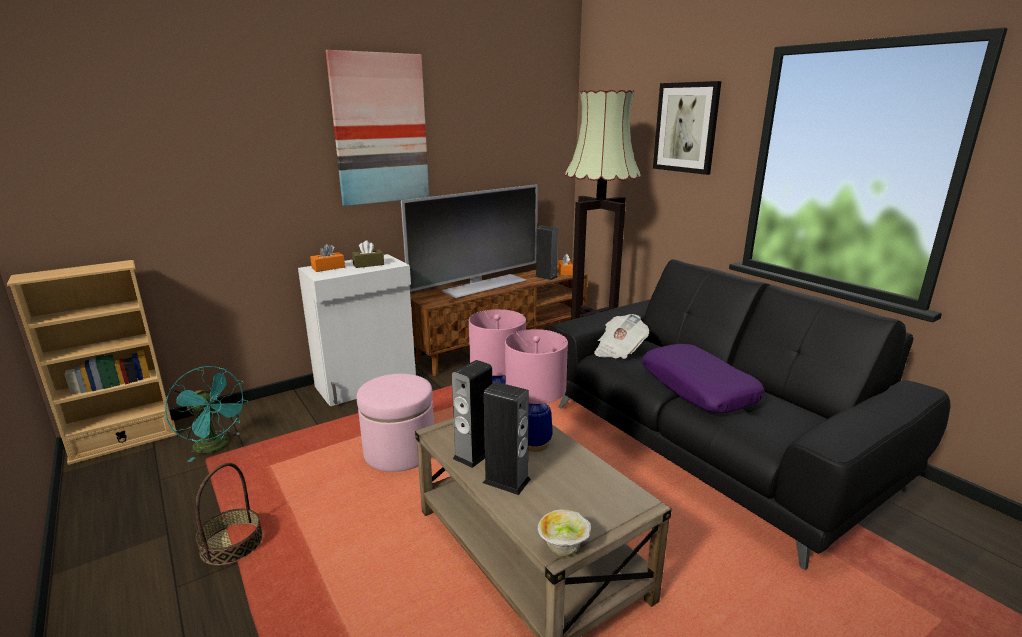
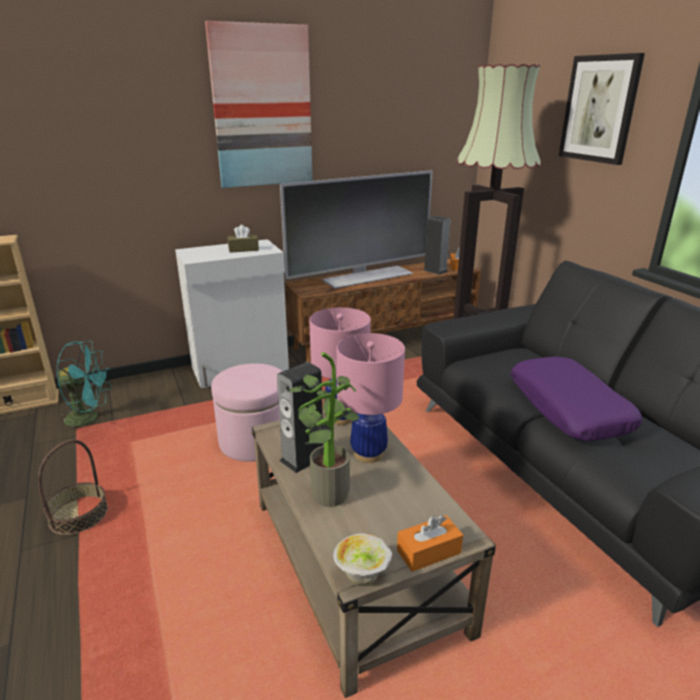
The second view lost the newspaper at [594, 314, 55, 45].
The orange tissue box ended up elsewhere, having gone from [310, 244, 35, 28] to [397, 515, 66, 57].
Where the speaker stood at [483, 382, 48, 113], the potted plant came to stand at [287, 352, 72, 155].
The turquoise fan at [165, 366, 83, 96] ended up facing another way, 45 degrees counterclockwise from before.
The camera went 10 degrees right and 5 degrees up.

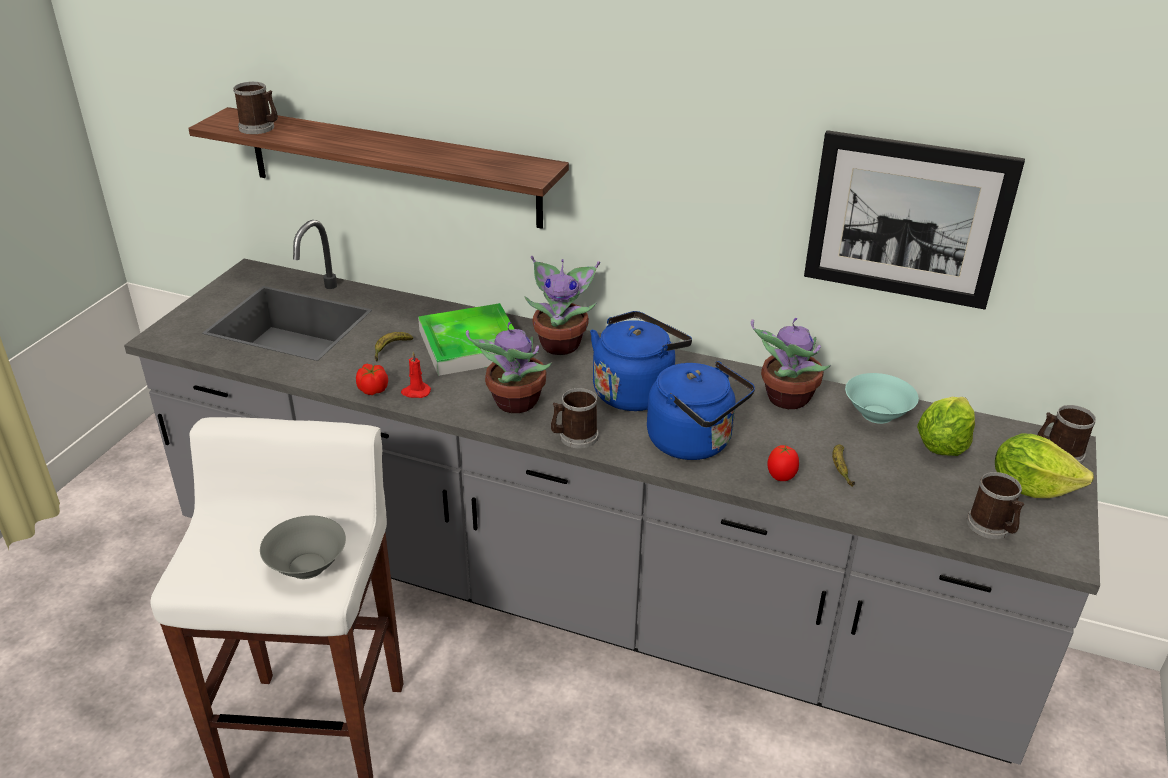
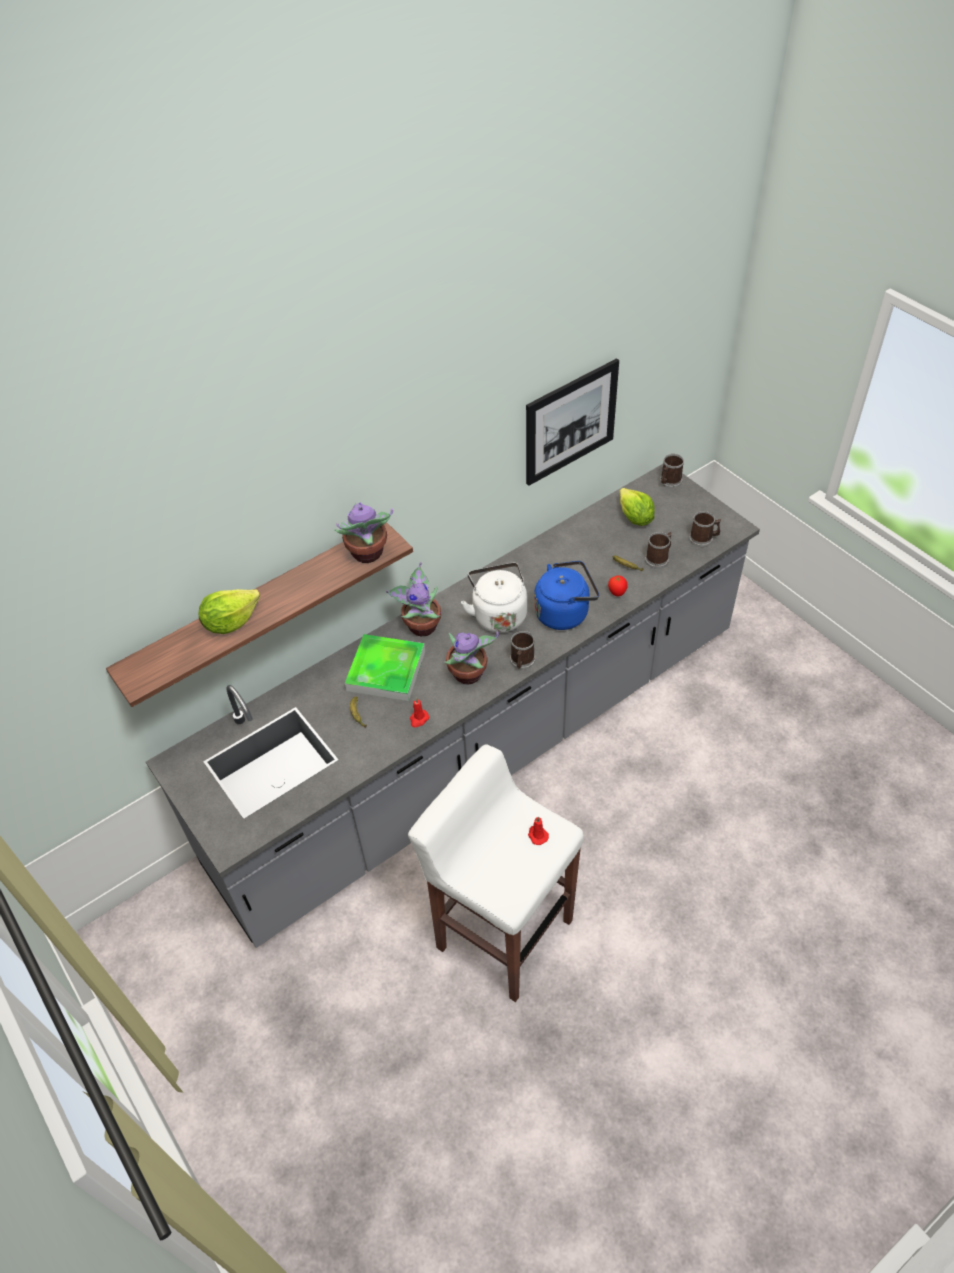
The second view lost the tomato at [356, 364, 32, 31].
The second view lost the turquoise bowl at [845, 373, 74, 51].
The mug ended up elsewhere, having gone from [233, 82, 45, 52] to [645, 532, 27, 37].
The potted plant ended up elsewhere, having gone from [751, 318, 80, 91] to [334, 502, 59, 61].
The lettuce ended up elsewhere, having gone from [995, 433, 99, 65] to [199, 589, 62, 45].
Where the grey bowl stood at [260, 516, 86, 63], the red candle came to stand at [528, 817, 21, 28].
What was the blue kettle at [590, 311, 102, 100] turned into the white kettle at [461, 563, 66, 70].
The camera went 55 degrees left and 15 degrees up.

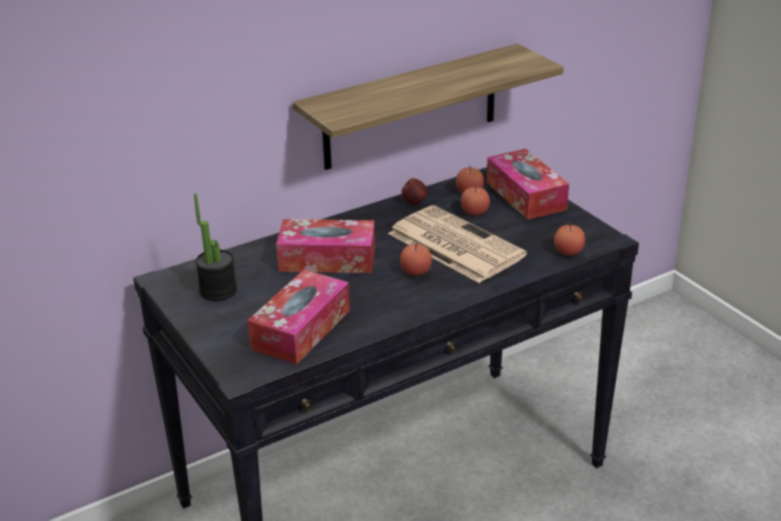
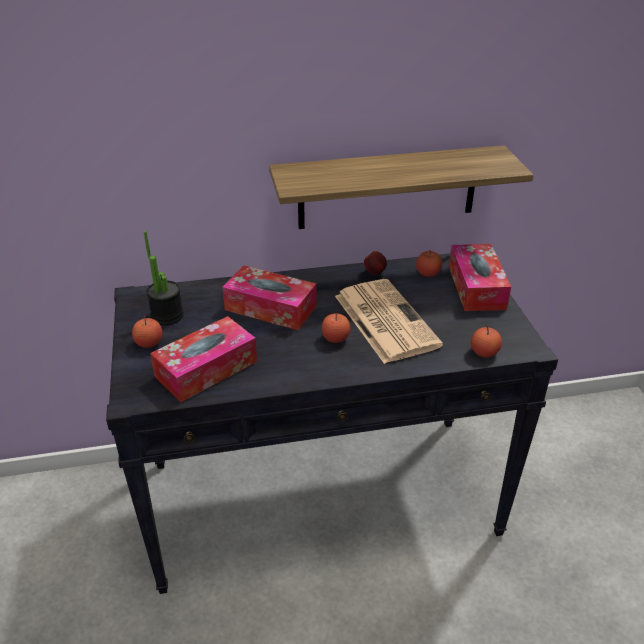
The apple ended up elsewhere, having gone from [461, 182, 29, 34] to [132, 315, 30, 33].
The camera went 20 degrees right and 5 degrees up.

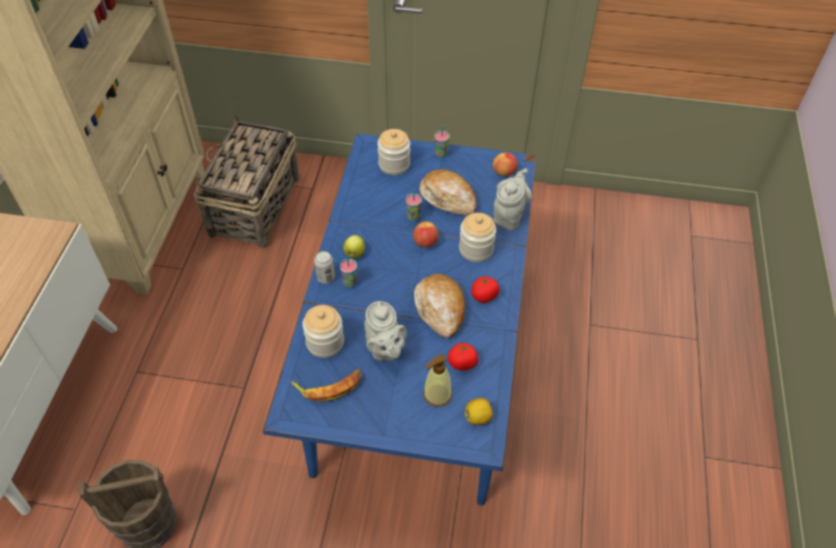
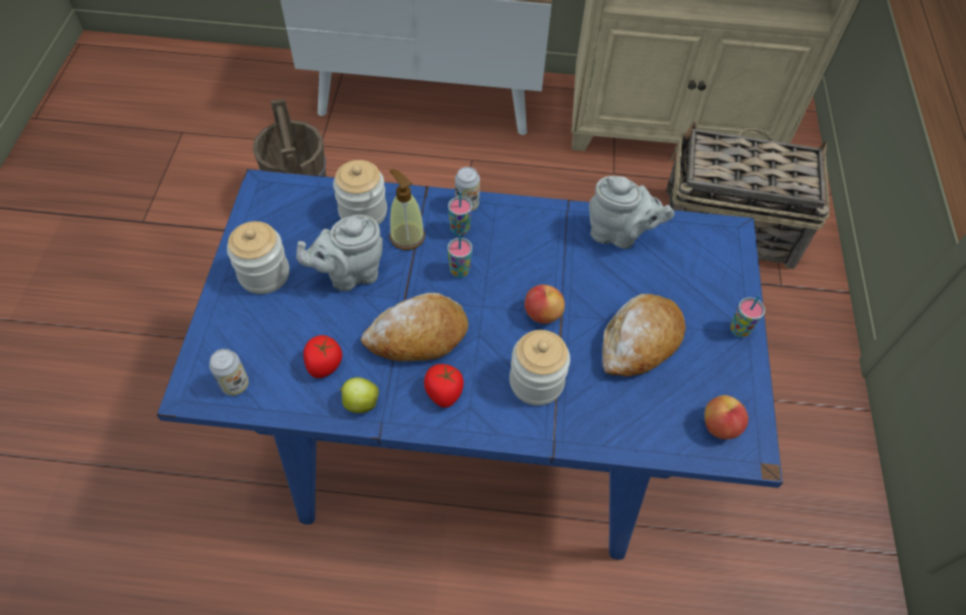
The second view lost the banana at [291, 369, 70, 33].
The apple ended up elsewhere, having gone from [343, 235, 22, 23] to [339, 377, 40, 36].
The jar ended up elsewhere, having gone from [377, 129, 33, 46] to [227, 221, 62, 73].
The cup ended up elsewhere, having gone from [406, 190, 16, 31] to [448, 234, 24, 44].
The soap dispenser ended up elsewhere, having gone from [423, 354, 29, 53] to [390, 169, 35, 81].
The grey teapot ended up elsewhere, having gone from [494, 168, 38, 62] to [589, 176, 86, 73].
Where the lemon stood at [465, 398, 28, 27], the can came to stand at [209, 349, 40, 47].
The camera went 85 degrees right and 5 degrees up.

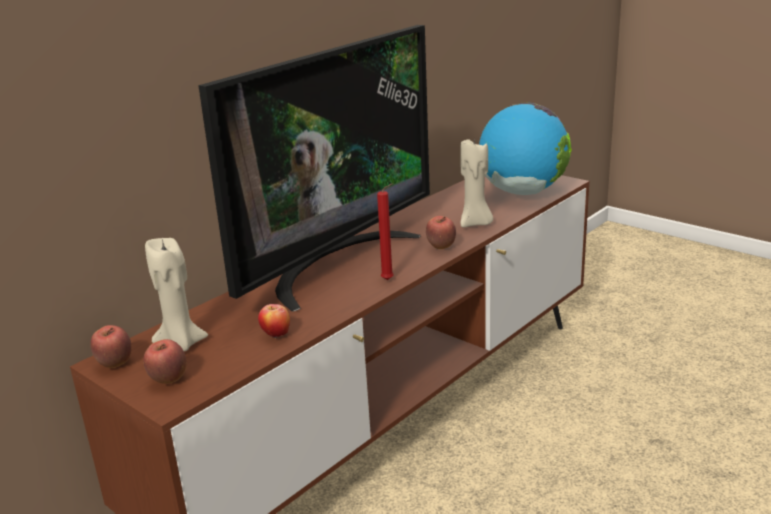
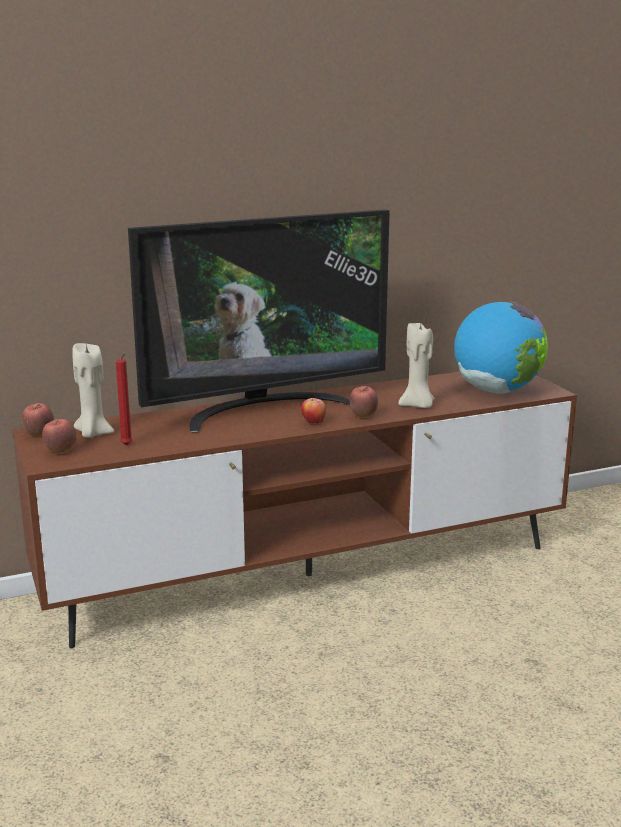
The apple ended up elsewhere, having gone from [258, 304, 32, 34] to [301, 398, 25, 27].
The red candle ended up elsewhere, having gone from [377, 184, 17, 96] to [116, 353, 17, 92].
The camera went 25 degrees right and 5 degrees down.

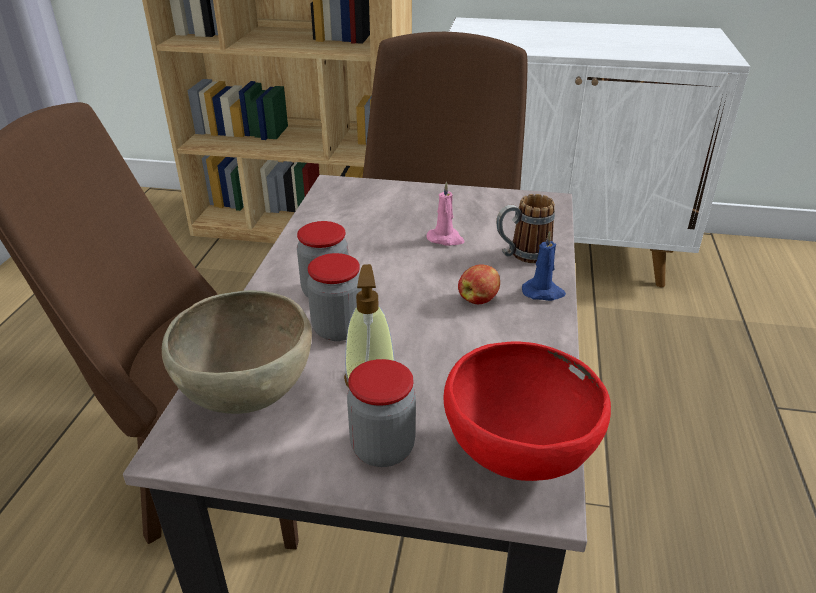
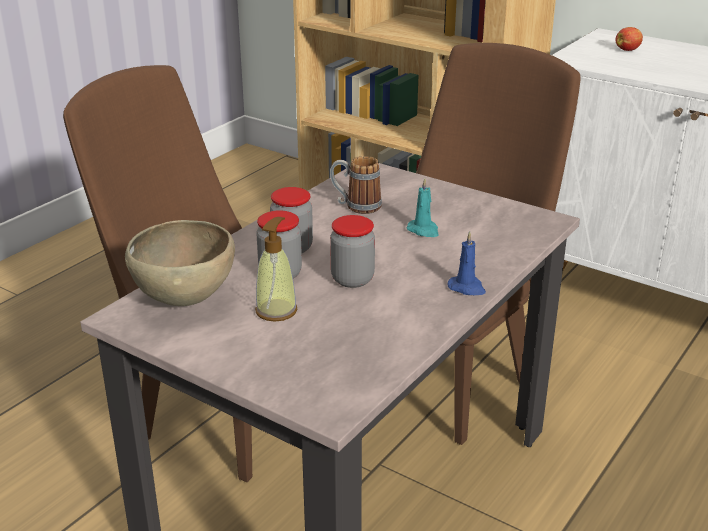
The second view lost the red bowl at [443, 341, 168, 140].
The jar ended up elsewhere, having gone from [347, 359, 69, 108] to [330, 215, 45, 73].
The apple ended up elsewhere, having gone from [458, 264, 42, 40] to [616, 27, 27, 24].
The mug ended up elsewhere, having gone from [496, 194, 59, 69] to [330, 156, 52, 58].
What was the pink candle at [426, 181, 39, 65] turned into the turquoise candle at [407, 178, 32, 59].
The camera went 25 degrees right and 5 degrees down.

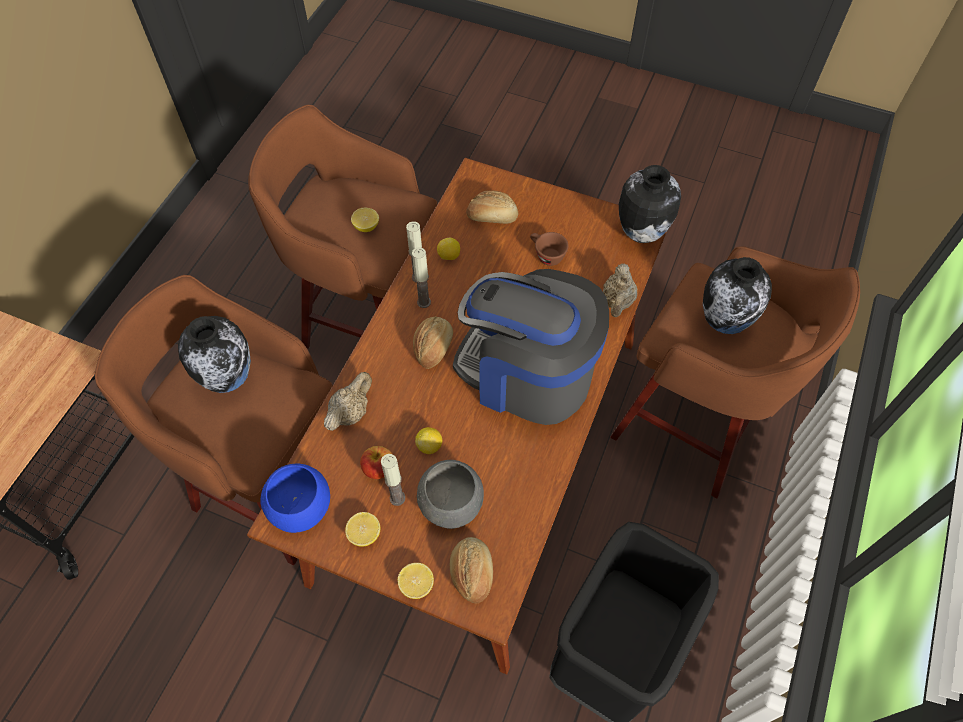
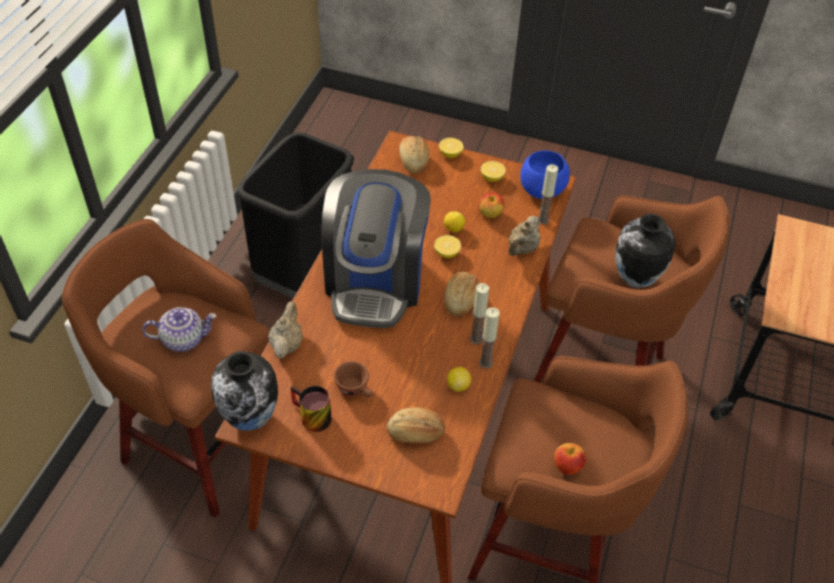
The second view lost the grey bowl at [417, 460, 67, 69].
The second view gained the mug at [291, 386, 41, 46].
The second view gained the apple at [554, 443, 32, 32].
The lemon ended up elsewhere, having gone from [351, 208, 28, 24] to [434, 235, 27, 23].
The candle ended up elsewhere, having gone from [381, 454, 24, 52] to [538, 164, 20, 61].
Where the vase stood at [703, 257, 69, 77], the teapot came to stand at [142, 307, 74, 45].
The coffee machine at [453, 269, 156, 156] ended up facing another way, 75 degrees clockwise from before.
The camera went 175 degrees right and 10 degrees down.

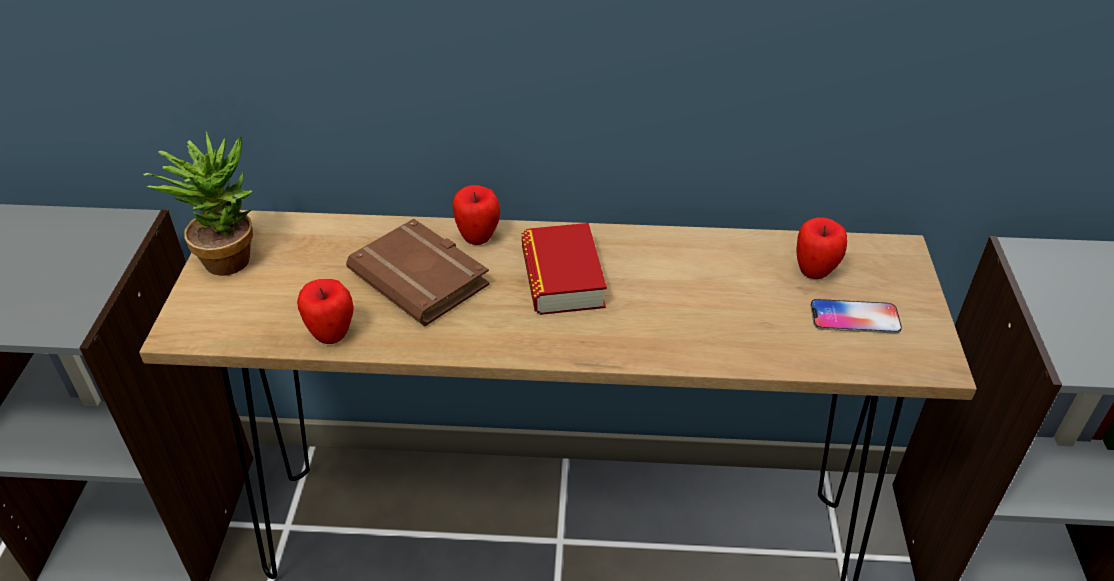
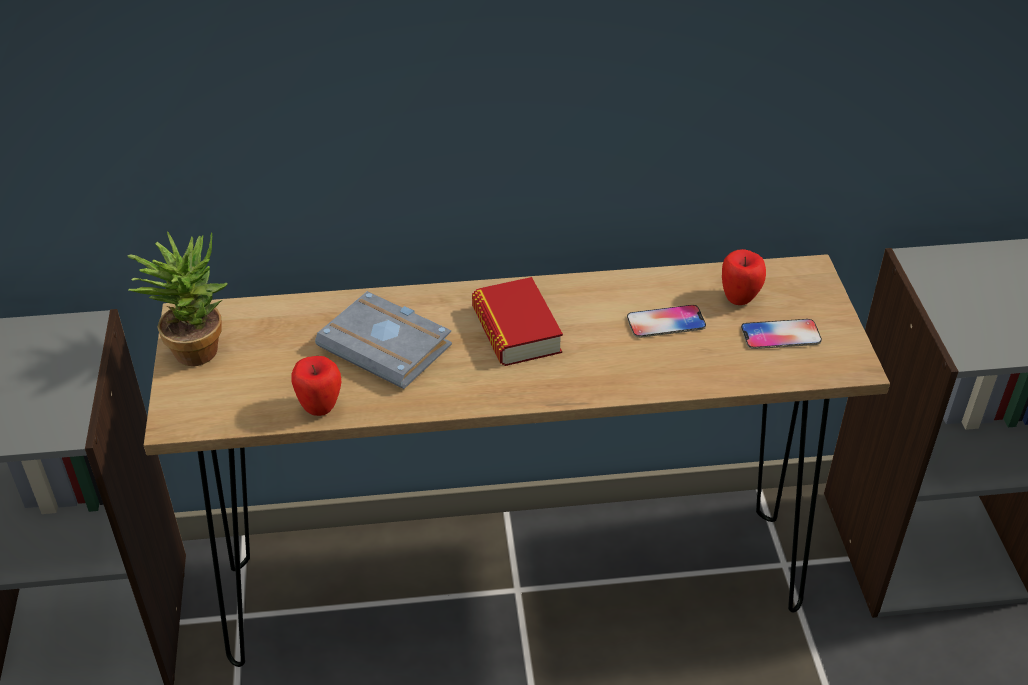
The second view lost the apple at [452, 185, 48, 60].
The second view gained the phone at [627, 305, 79, 33].
What was the brown book at [346, 219, 144, 107] turned into the grey book at [315, 291, 137, 98].
The camera went 10 degrees left and 0 degrees up.

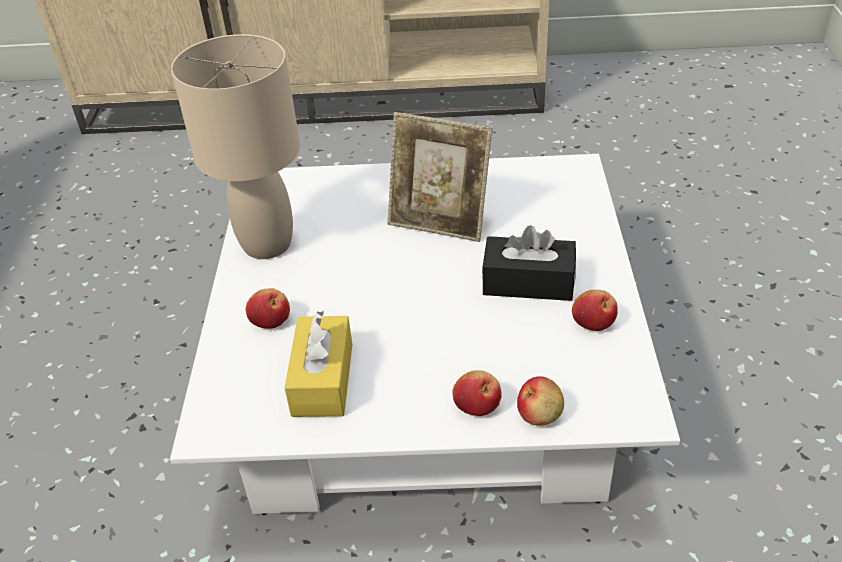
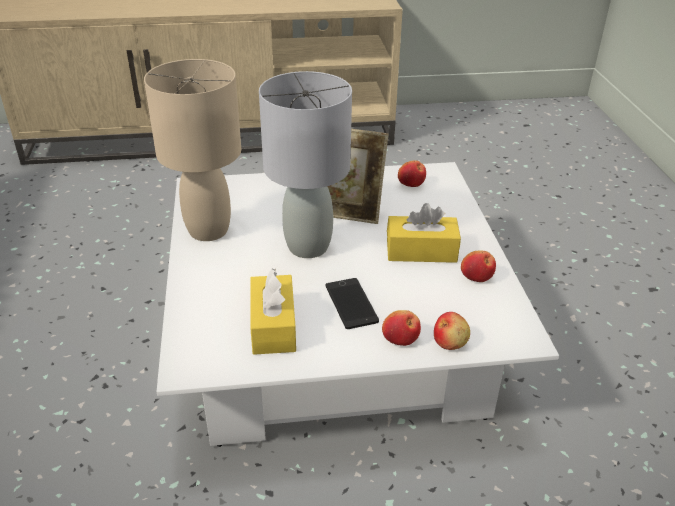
The second view gained the grey table lamp at [259, 71, 93, 187].
The second view gained the phone at [325, 278, 54, 51].
The apple ended up elsewhere, having gone from [246, 288, 44, 40] to [398, 161, 28, 26].
What was the black tissue box at [482, 225, 94, 76] turned into the yellow tissue box at [387, 203, 74, 60].
The camera went 10 degrees left and 5 degrees down.

